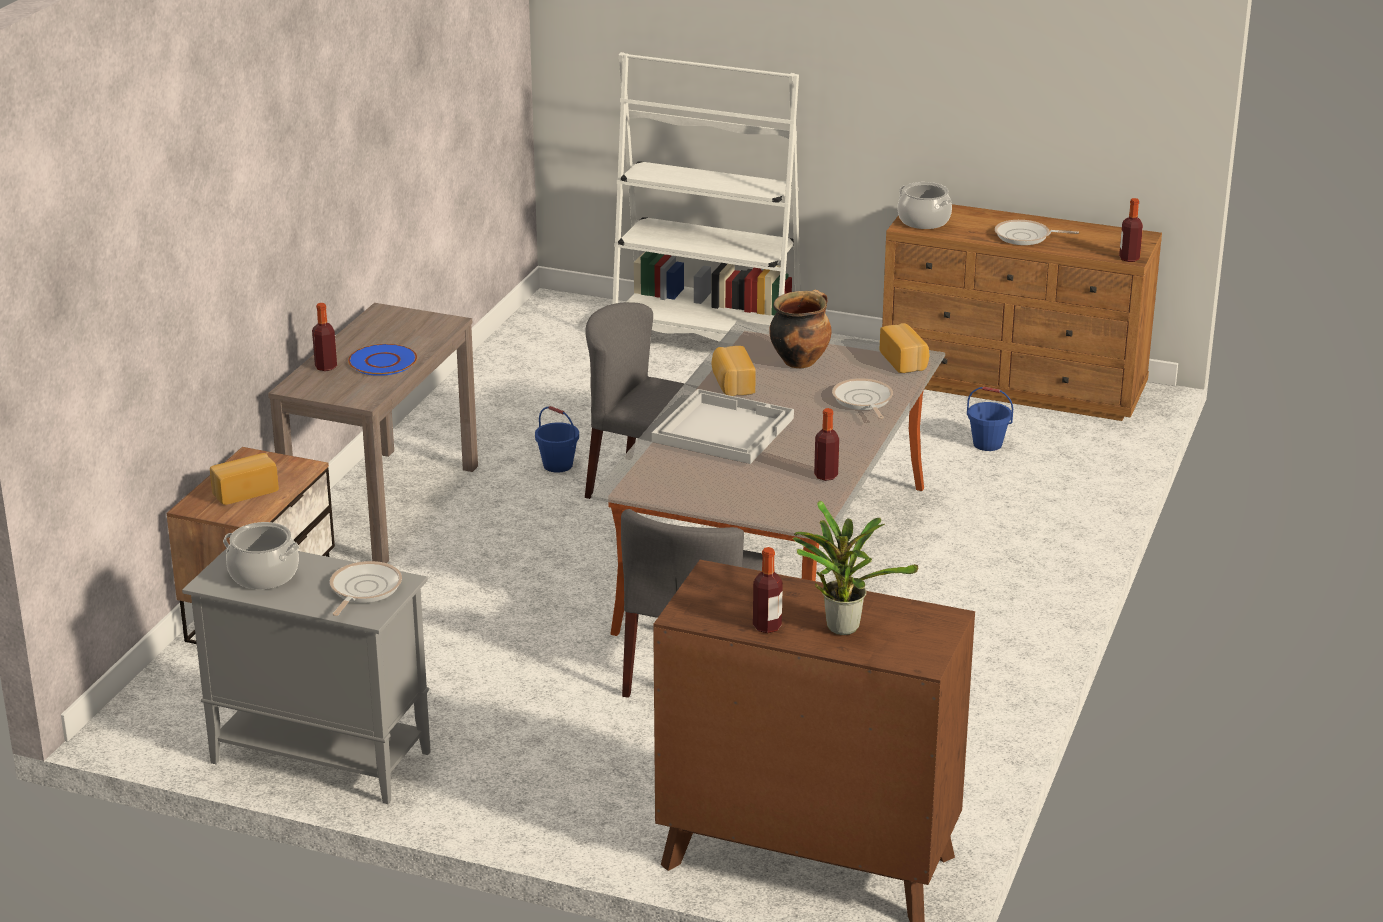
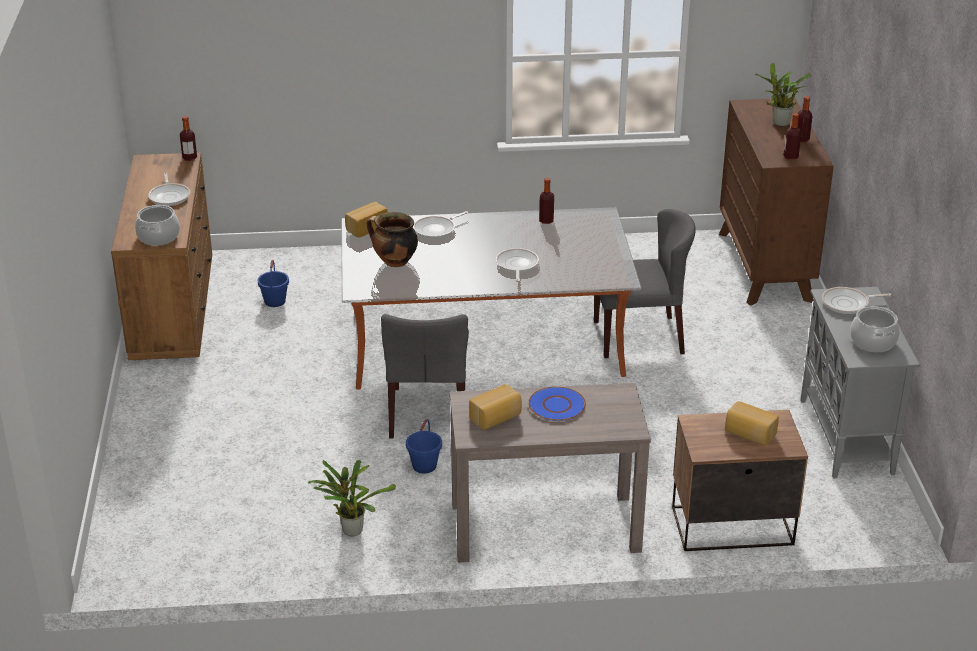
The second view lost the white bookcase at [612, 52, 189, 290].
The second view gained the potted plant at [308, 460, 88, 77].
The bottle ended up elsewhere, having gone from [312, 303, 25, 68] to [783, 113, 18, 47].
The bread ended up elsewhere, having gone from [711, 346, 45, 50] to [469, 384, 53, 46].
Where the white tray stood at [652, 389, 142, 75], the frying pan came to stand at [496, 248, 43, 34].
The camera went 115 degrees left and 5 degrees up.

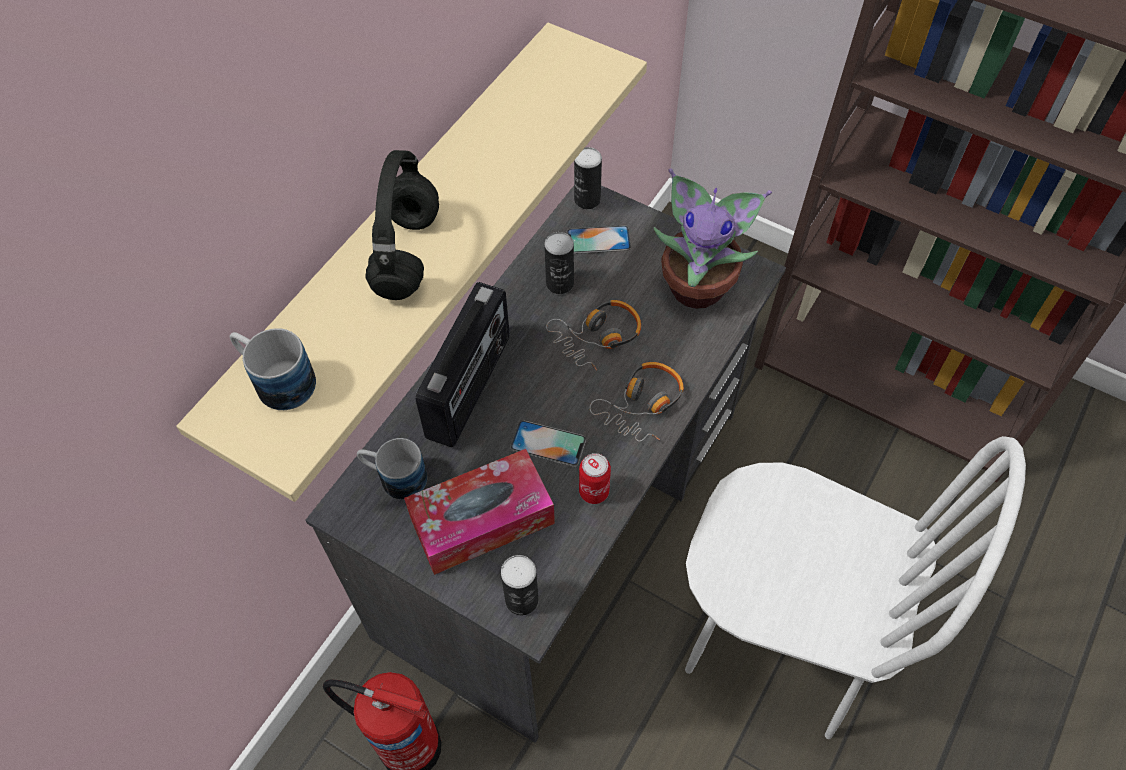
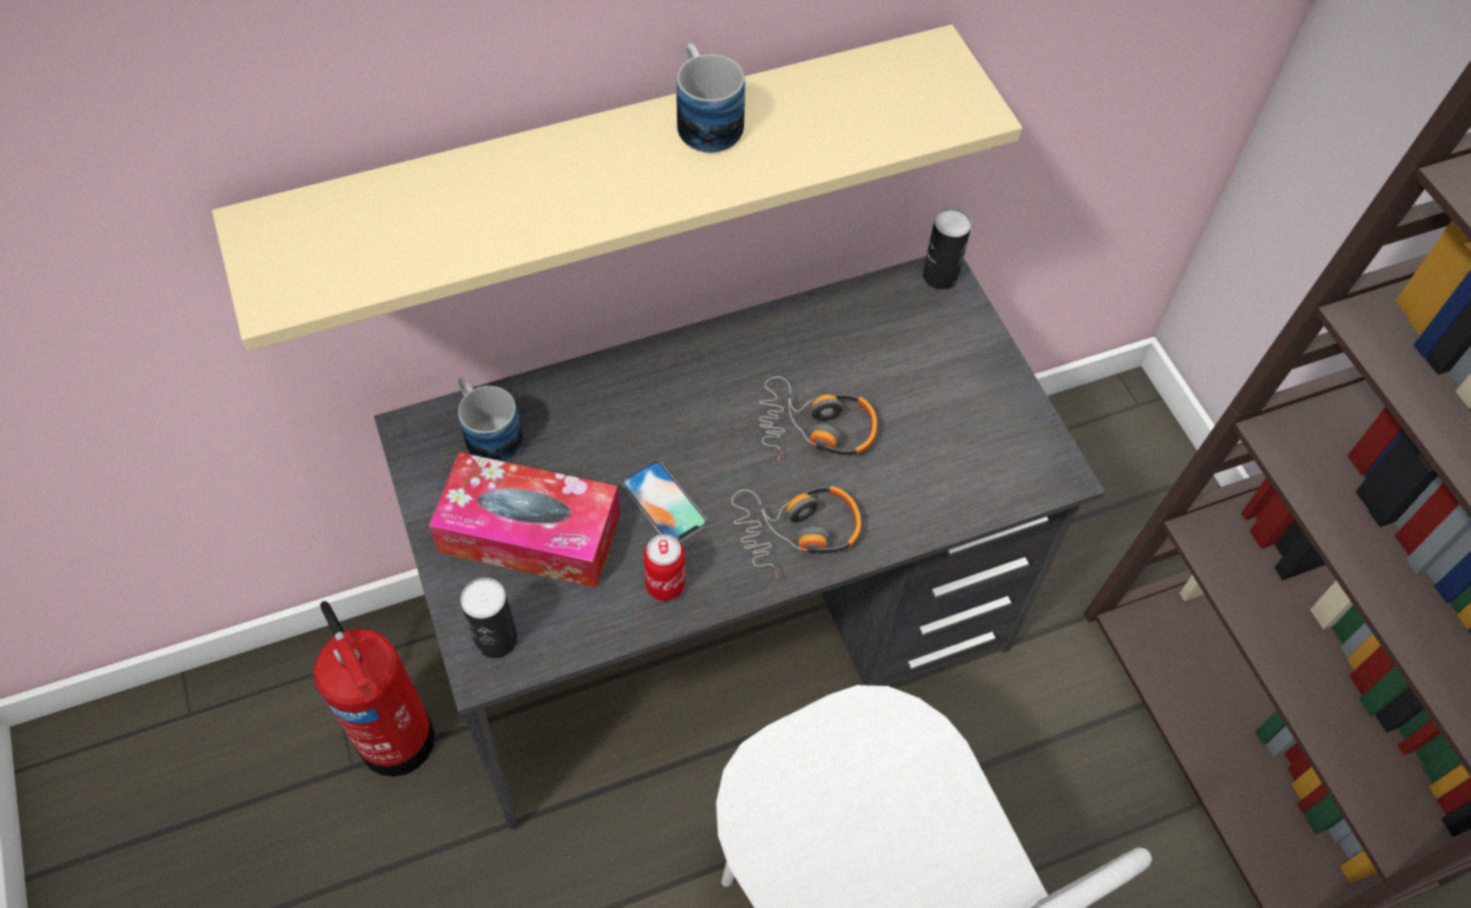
The second view lost the black headphones at [365, 150, 74, 150].
The second view lost the radio at [416, 282, 94, 165].
The second view lost the can at [544, 232, 30, 62].
The second view lost the phone at [567, 225, 64, 29].
The second view lost the potted plant at [654, 168, 118, 141].
The mug ended up elsewhere, having gone from [230, 328, 86, 82] to [676, 43, 69, 110].
The camera went 35 degrees right and 0 degrees up.

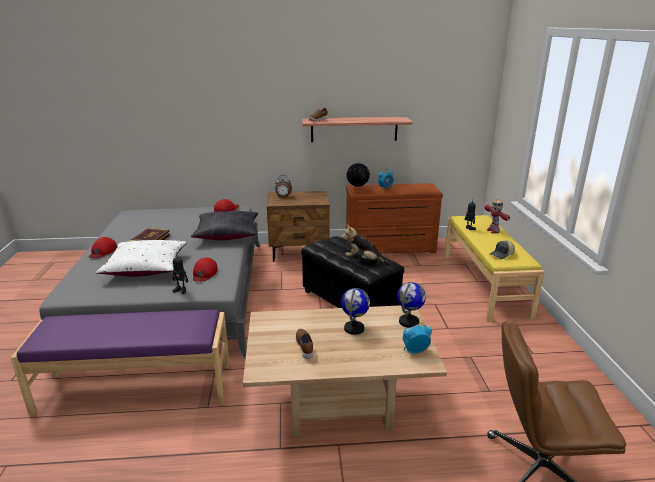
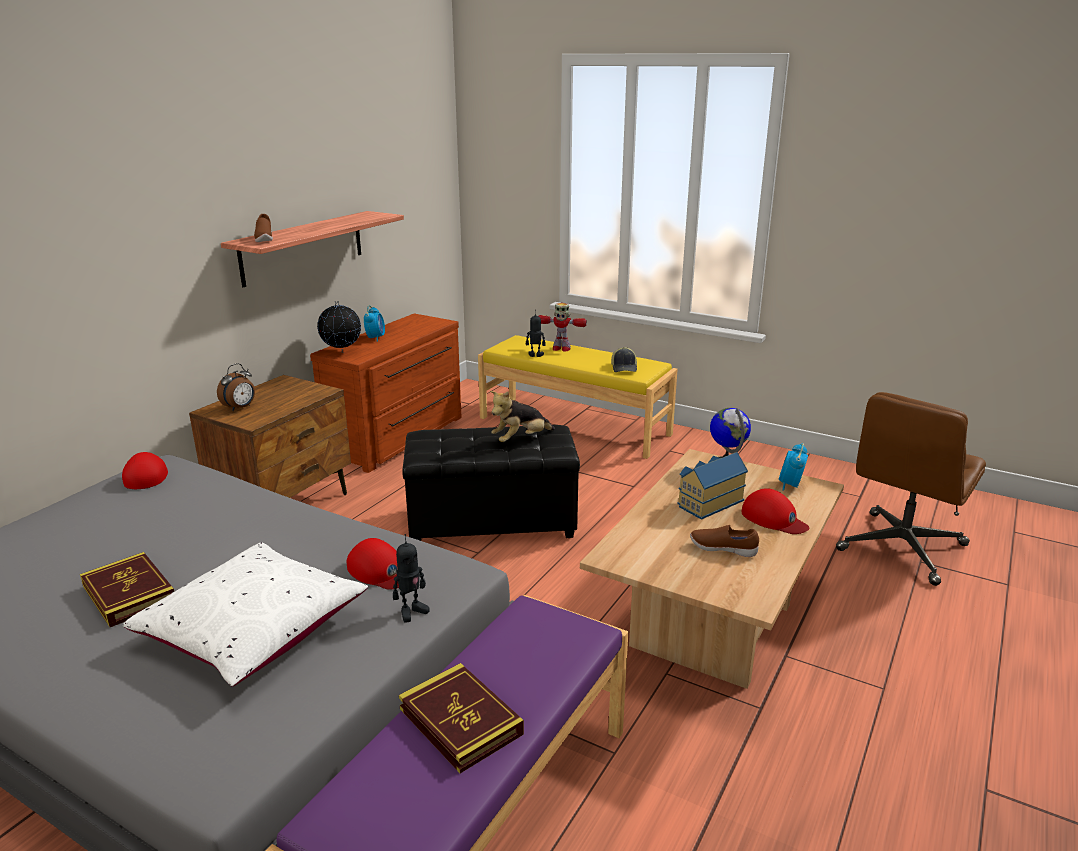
The second view lost the black pillow at [191, 211, 67, 29].
The second view gained the book at [399, 663, 125, 110].
The red cap ended up elsewhere, having gone from [89, 237, 28, 21] to [741, 488, 69, 46].
Where the globe stood at [341, 288, 29, 47], the toy house came to stand at [677, 452, 71, 68].
The camera went 55 degrees left and 0 degrees up.

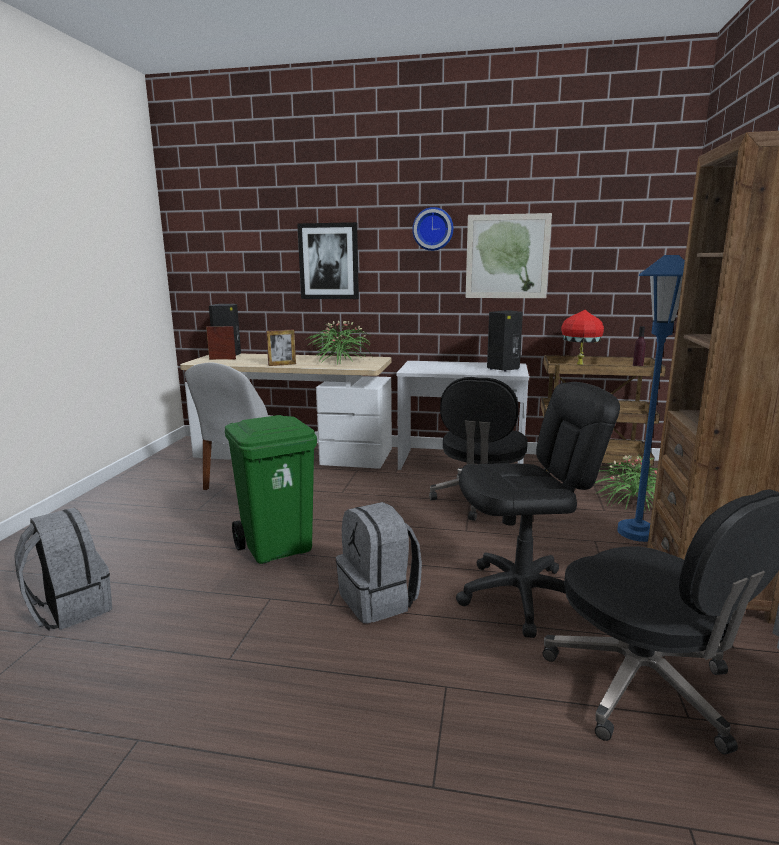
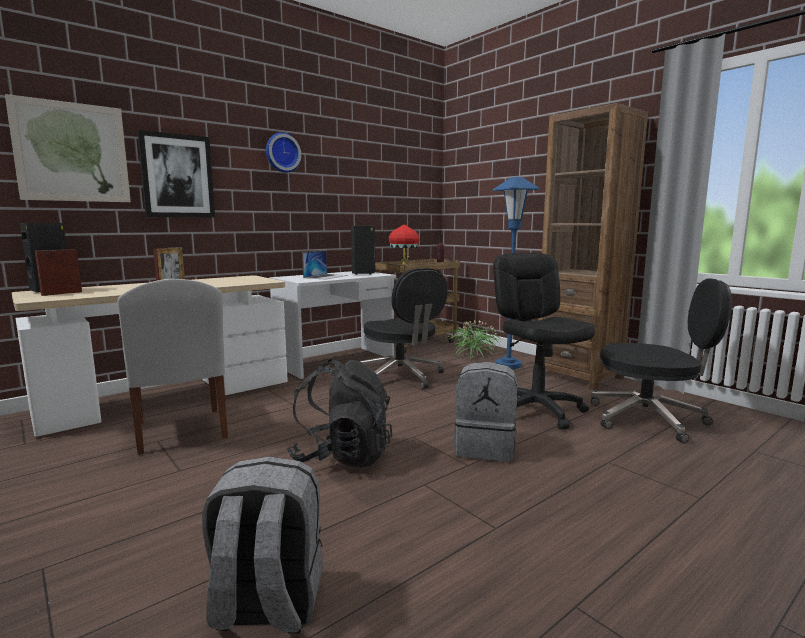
The second view lost the potted plant at [307, 320, 64, 44].
The second view gained the laptop at [302, 250, 46, 30].
The picture ended up elsewhere, having gone from [466, 213, 86, 85] to [5, 94, 126, 108].
Where the green trash can stood at [225, 415, 92, 149], the black backpack came to stand at [287, 359, 105, 108].
The black office chair at [456, 382, 164, 256] ended up facing another way, 45 degrees counterclockwise from before.
The camera went 50 degrees left and 5 degrees down.

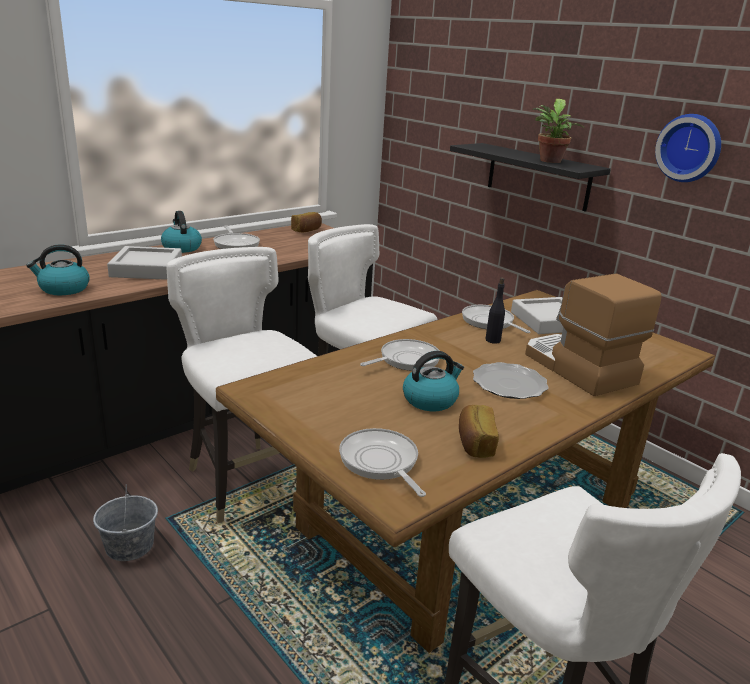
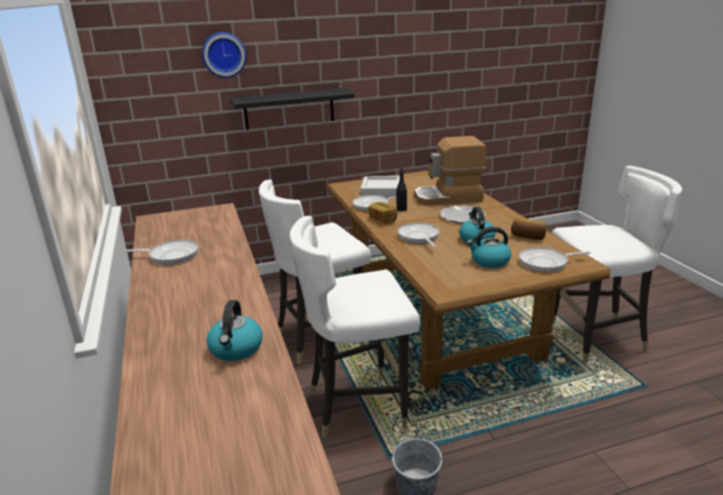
The second view lost the grey tray at [107, 246, 75, 34].
The second view lost the potted plant at [533, 99, 51, 64].
The kettle ended up elsewhere, having gone from [161, 211, 41, 42] to [467, 227, 44, 41].
The bread ended up elsewhere, having gone from [291, 212, 31, 20] to [368, 202, 29, 22].
The wall clock ended up elsewhere, having gone from [655, 114, 66, 68] to [202, 32, 44, 46].
The camera went 65 degrees left and 0 degrees up.

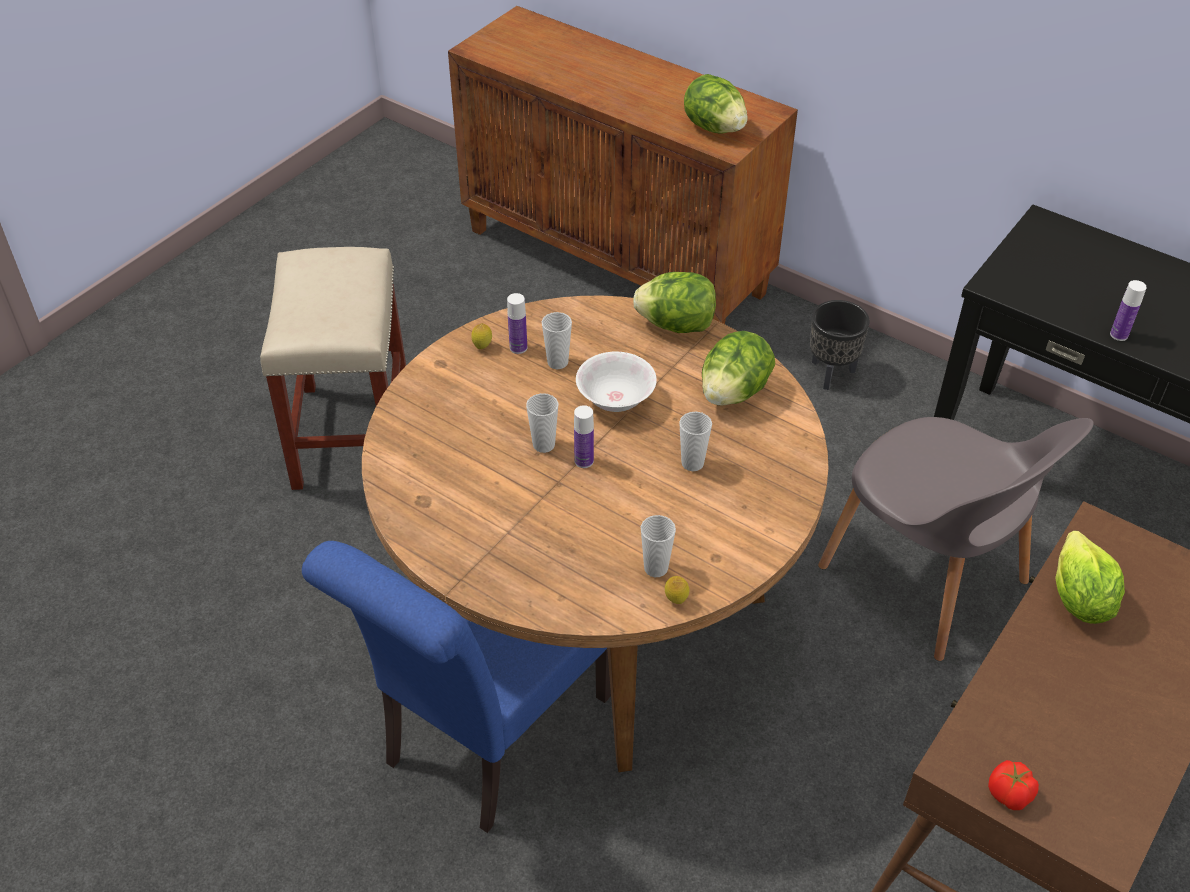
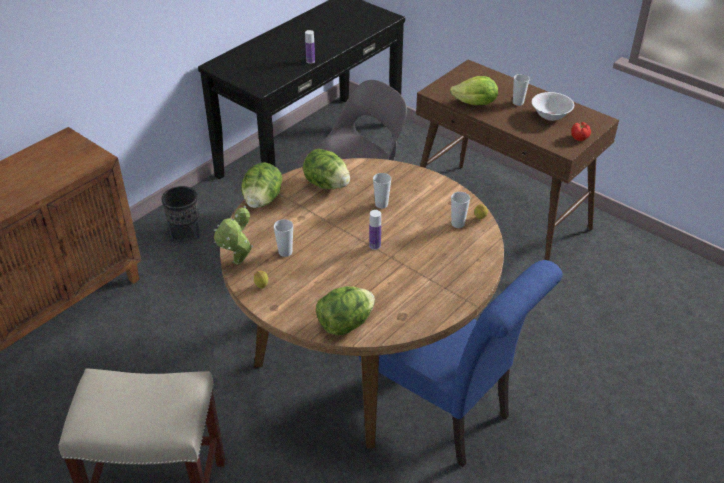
The second view lost the bottle at [507, 293, 20, 61].
The second view gained the potted plant at [213, 206, 40, 58].
The cup ended up elsewhere, having gone from [526, 393, 33, 60] to [513, 74, 17, 32].
The white bowl ended up elsewhere, having gone from [576, 351, 81, 61] to [532, 92, 42, 29].
The lettuce ended up elsewhere, having gone from [684, 74, 64, 59] to [316, 286, 59, 49].
The camera went 85 degrees left and 5 degrees down.

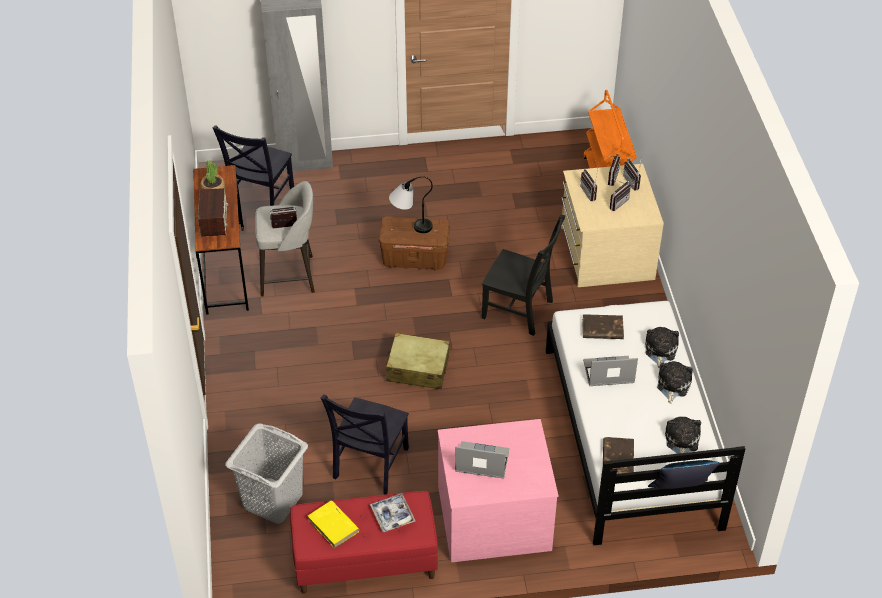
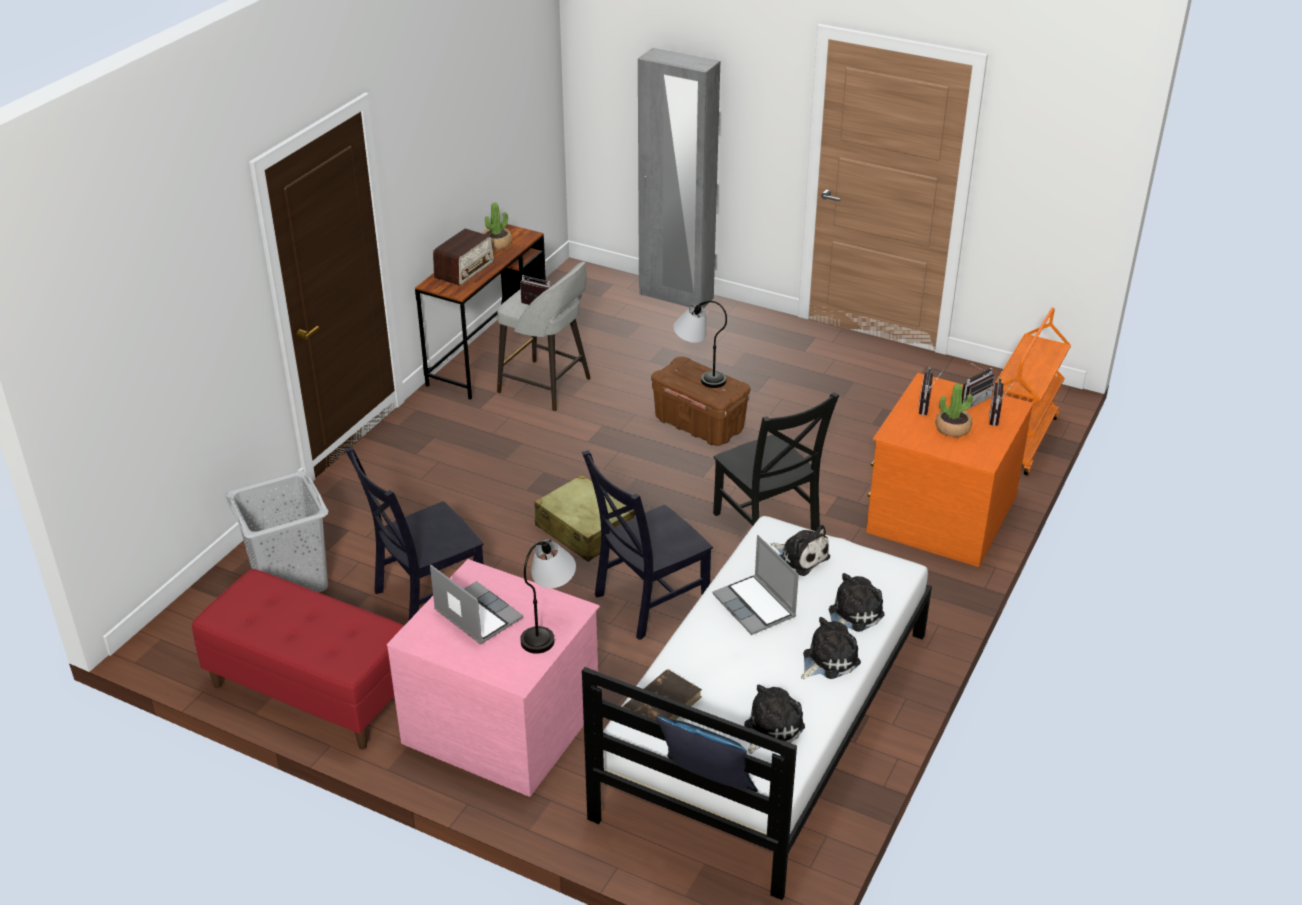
The second view lost the yellow book at [308, 501, 52, 48].
The second view lost the tray at [370, 493, 45, 39].
The second view gained the table lamp at [520, 539, 56, 115].
The black chair ended up elsewhere, having gone from [213, 125, 81, 81] to [582, 450, 131, 190].
Where the brown book stood at [582, 314, 42, 25], the plush toy came to stand at [771, 525, 59, 51].
Where the radio stood at [610, 179, 21, 32], the potted plant came to stand at [936, 383, 37, 54].
What was the beige dresser at [561, 164, 103, 123] turned into the orange dresser at [866, 373, 167, 194].
The laptop at [583, 356, 55, 30] ended up facing another way, 150 degrees counterclockwise from before.
The camera went 35 degrees right and 10 degrees down.

